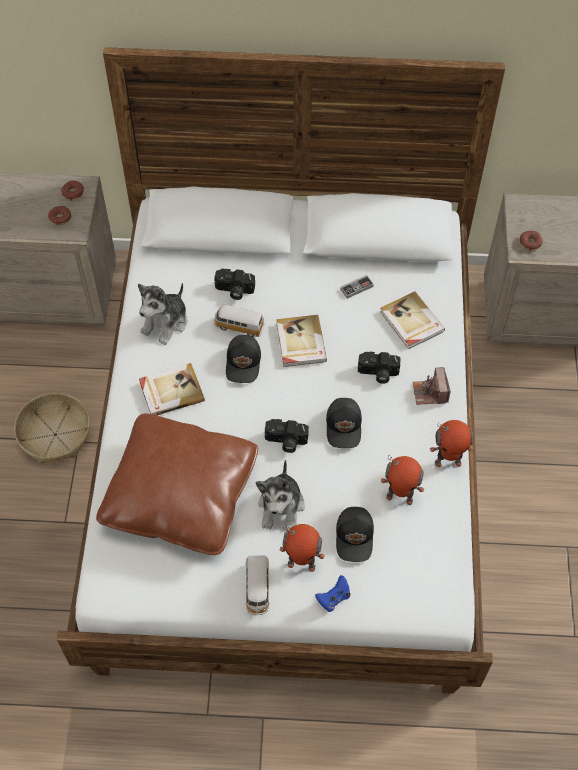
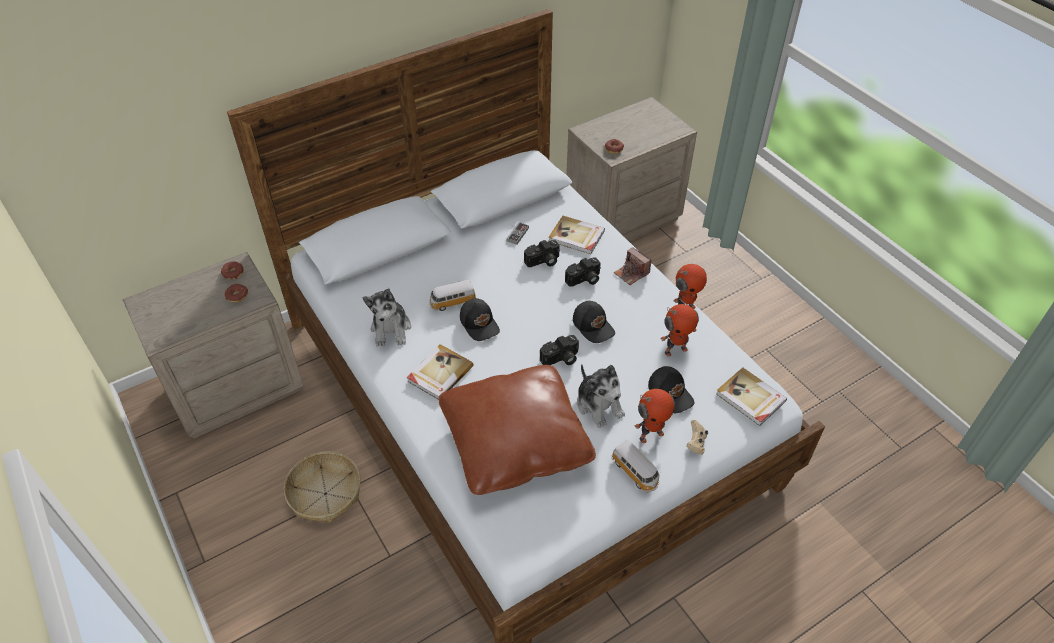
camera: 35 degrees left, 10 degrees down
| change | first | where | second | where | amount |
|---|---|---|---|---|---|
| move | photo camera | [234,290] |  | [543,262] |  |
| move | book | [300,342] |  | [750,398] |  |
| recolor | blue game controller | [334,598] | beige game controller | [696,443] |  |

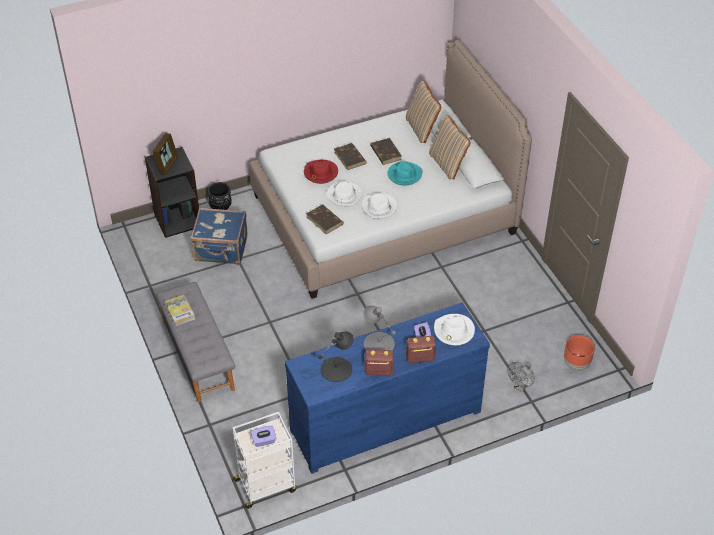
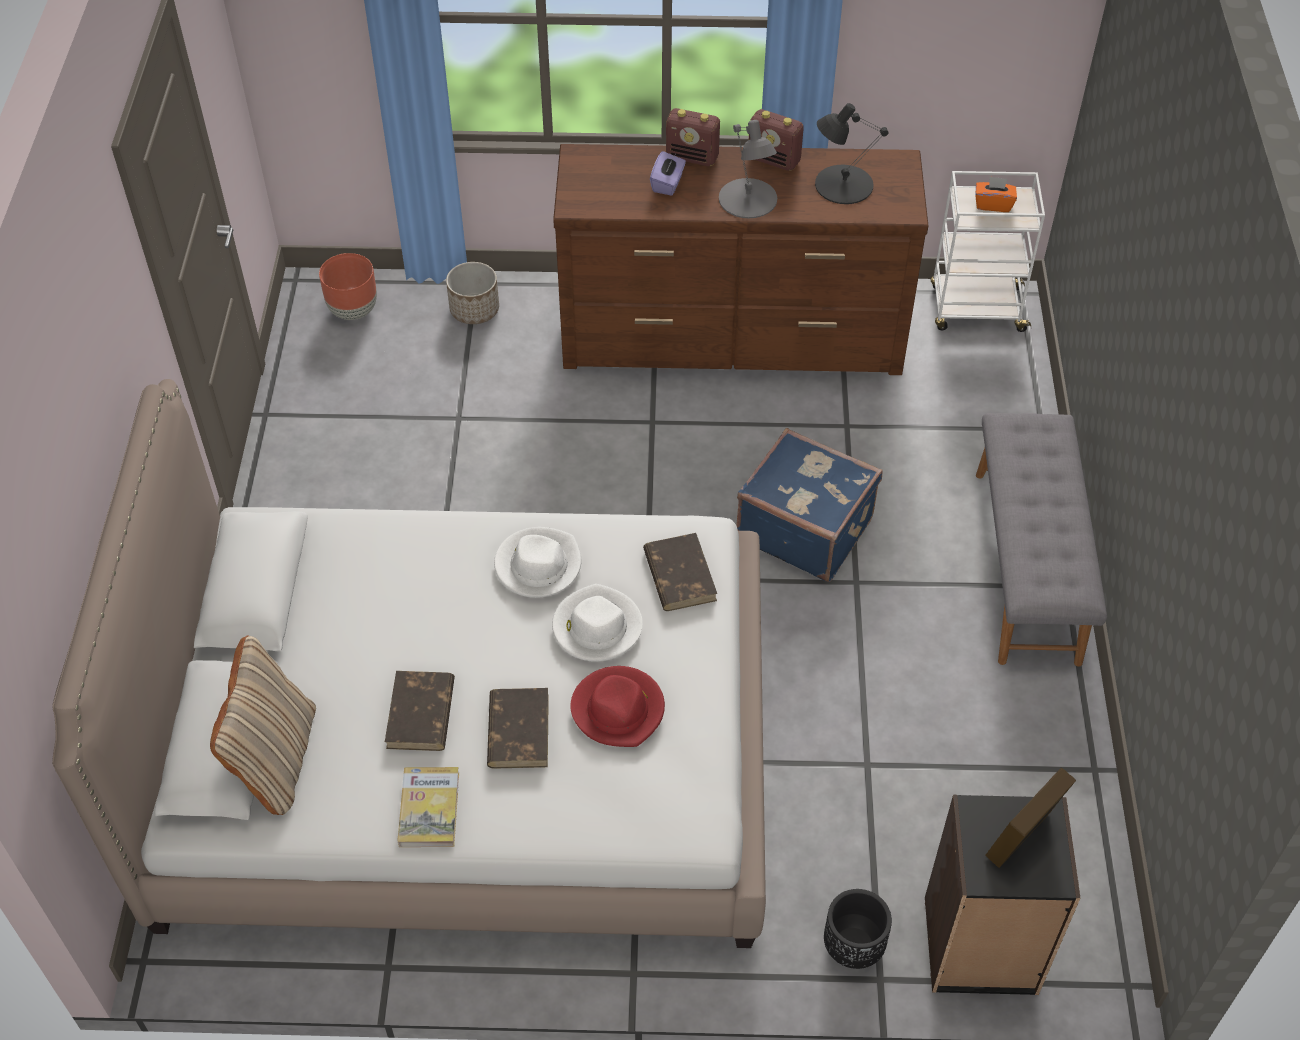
camera: 155 degrees left, 5 degrees up
| change | first | where | second | where | amount |
|---|---|---|---|---|---|
| delete | turquoise hat | [404,175] |  |  |  |
| delete | beige pillow | [448,164] |  |  |  |
| delete | white hat | [454,331] |  |  |  |
| move | book | [180,311] |  | [429,809] |  |
| move | blue suitcase | [221,249] |  | [805,528] |  |
| replace | grey fan | [520,386] | planter | [474,309] |  |
| recolor | purple tissue box | [264,441] | orange tissue box | [993,204] |  |
| recolor | blue dresser | [384,420] | brown dresser | [733,336] |  |

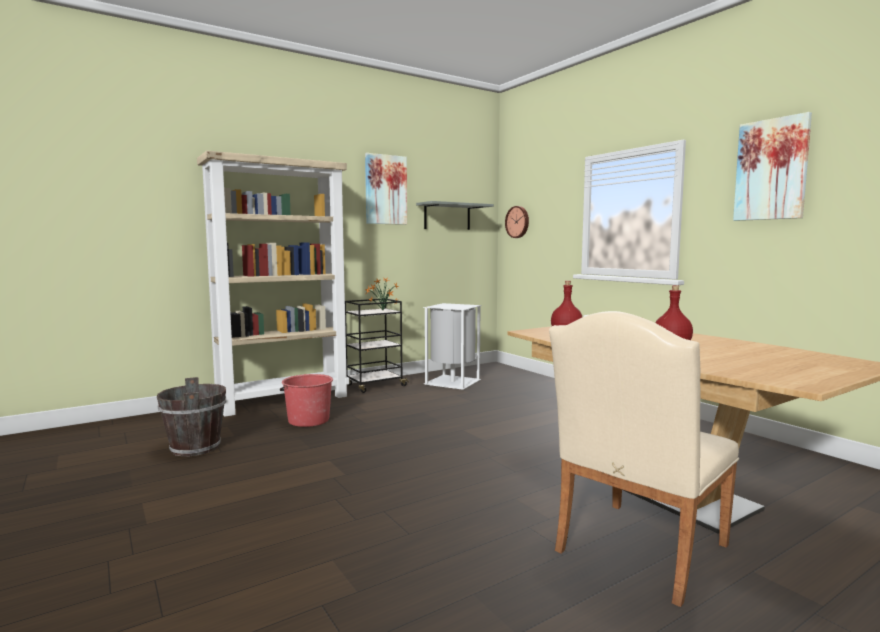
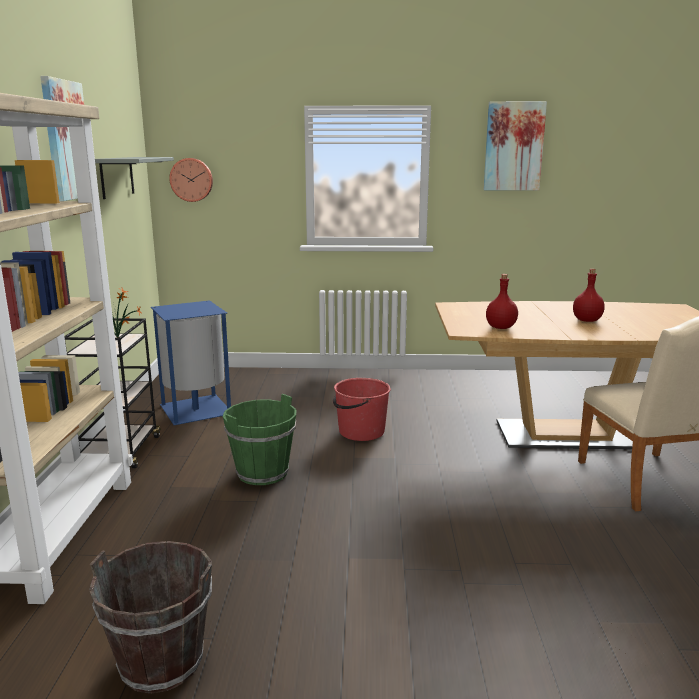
camera: 55 degrees left, 10 degrees up
| change | first | where | second | where | amount |
|---|---|---|---|---|---|
| insert |  |  | green bucket | [262,473] |  |
| move | red bucket | [308,420] |  | [360,432] |  |
| recolor | white trash can | [454,382] | blue trash can | [196,409] |  |

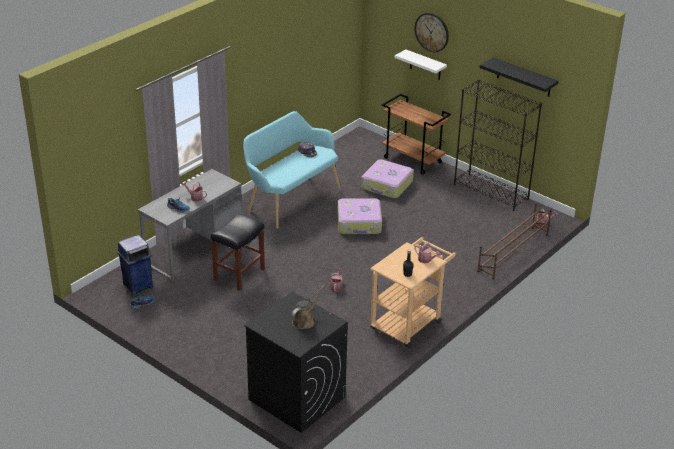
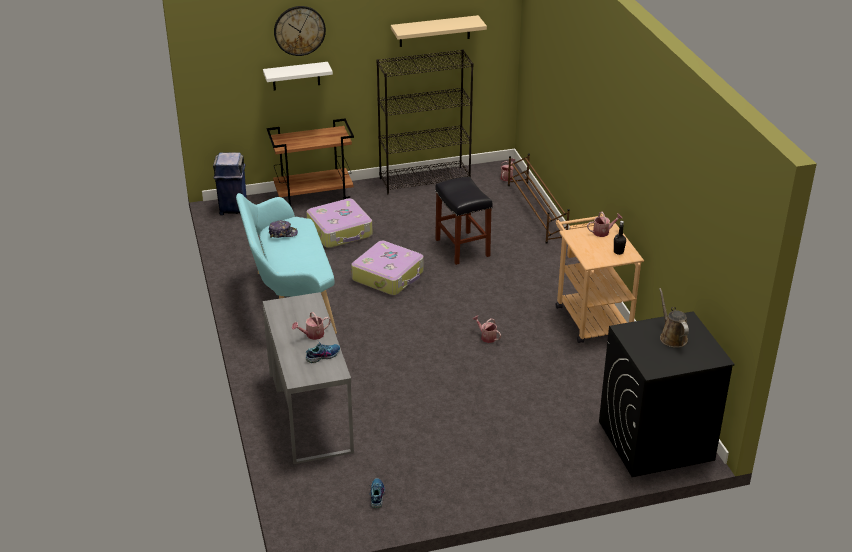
camera: 55 degrees left, 0 degrees up
| change | first | where | second | where | amount |
|---|---|---|---|---|---|
| move | blue trash can | [137,286] |  | [233,209] |  |
| move | black stool | [239,275] |  | [463,248] |  |
| recolor | black shelf | [524,77] | beige shelf | [434,31] |  |

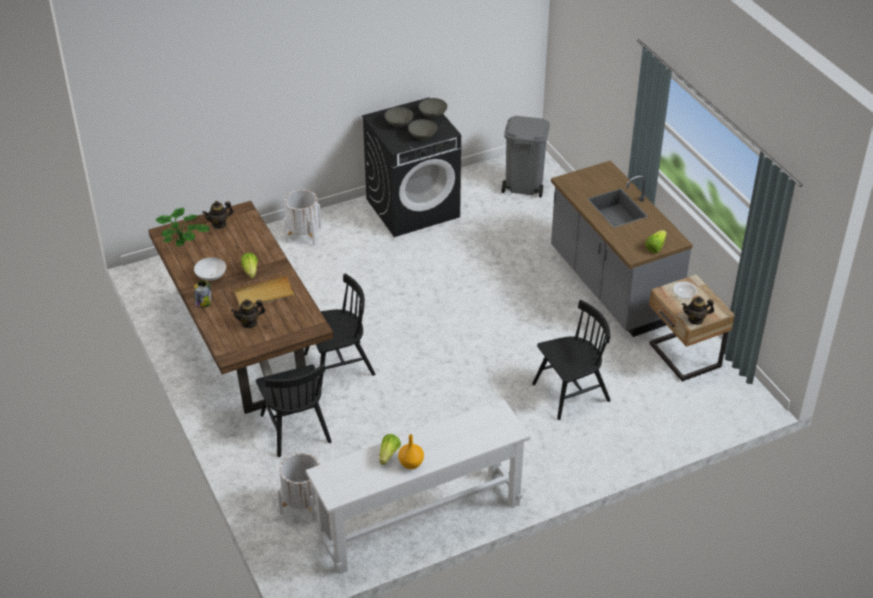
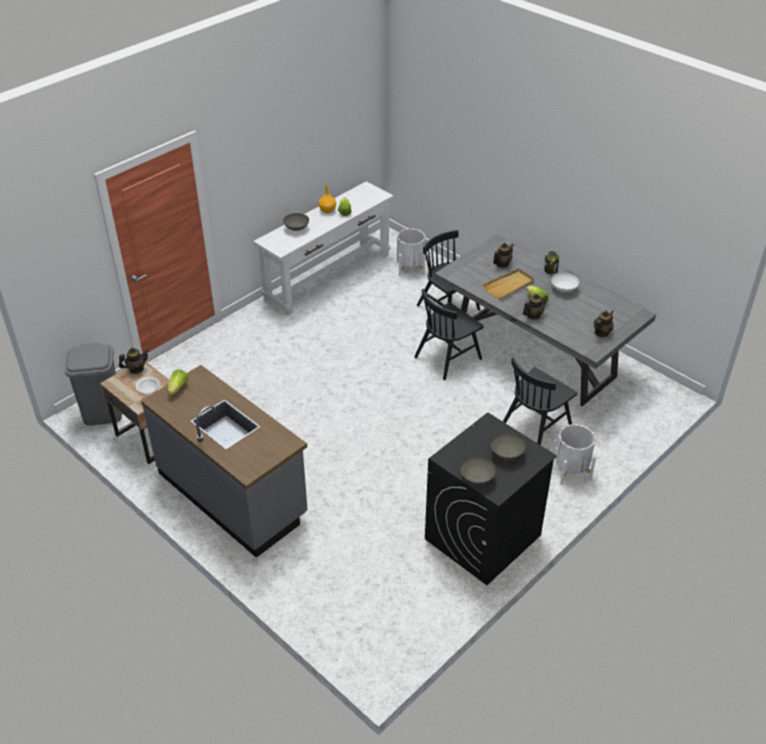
camera: 160 degrees right, 0 degrees up
| change | first | where | second | where | amount |
|---|---|---|---|---|---|
| delete | potted plant | [183,242] |  |  |  |
| insert |  |  | teapot | [533,315] |  |
| move | grey bowl | [422,136] |  | [297,228] |  |
| move | grey trash can | [523,185] |  | [104,413] |  |
| move | black chair | [570,393] |  | [535,426] |  |
| recolor | brown dining table | [245,345] | grey dining table | [533,354] |  |

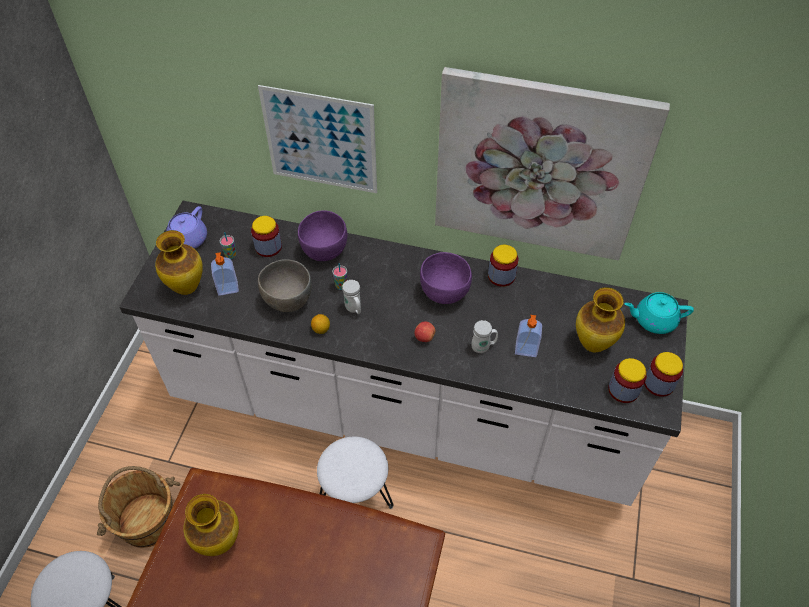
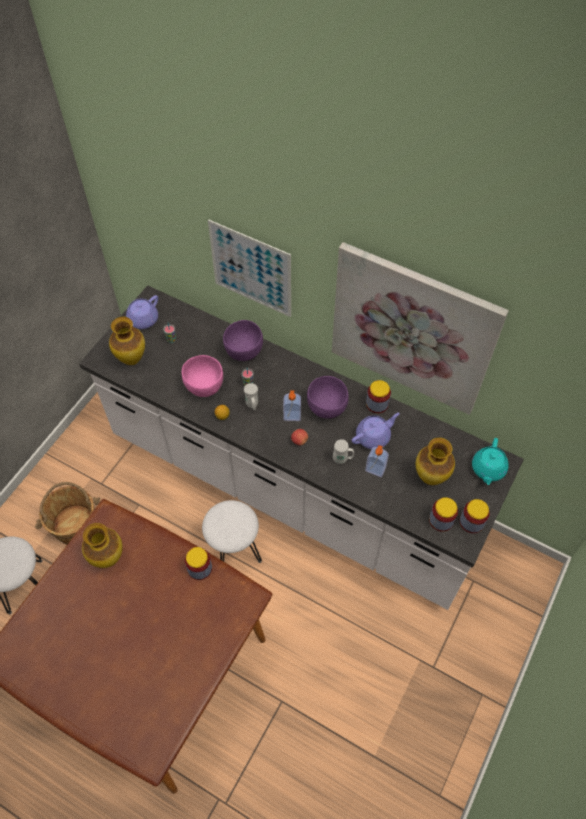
camera: 15 degrees right, 5 degrees up
| change | first | where | second | where | amount |
|---|---|---|---|---|---|
| insert |  |  | purple teapot | [373,436] |  |
| move | soap dispenser | [228,289] |  | [292,416] |  |
| move | jar | [268,247] |  | [199,568] |  |
| recolor | grey bowl | [288,300] | pink bowl | [204,386] |  |
| rotate | turquoise teapot | [653,320] |  | [488,469] | 90 degrees counterclockwise |

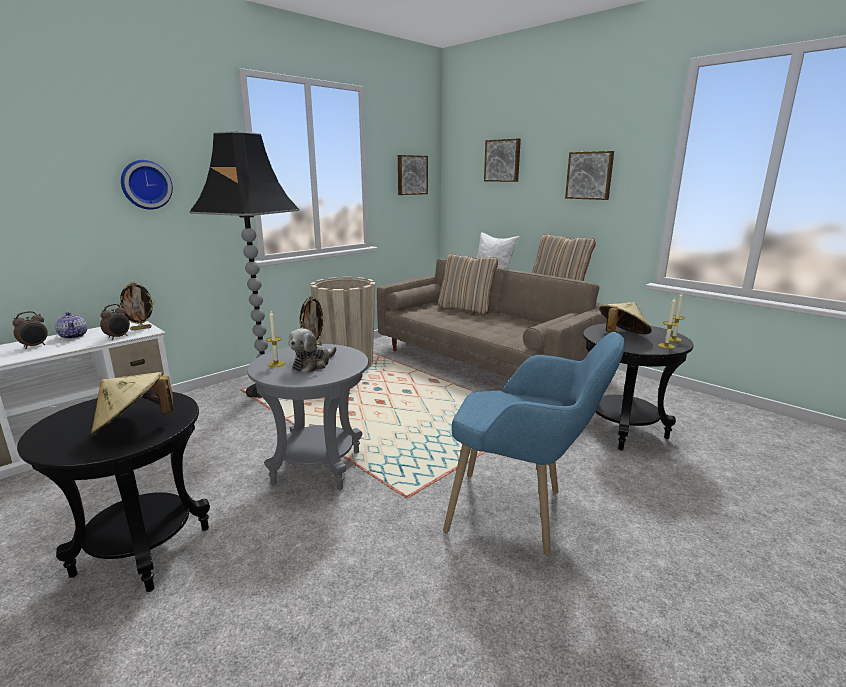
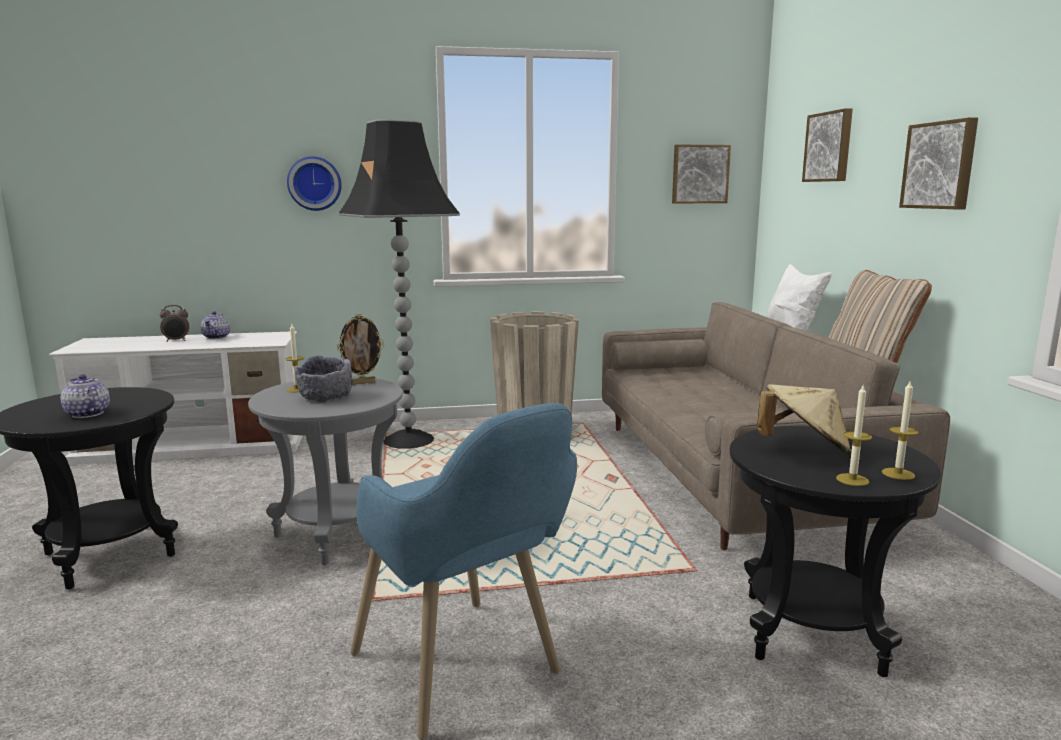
camera: 35 degrees right, 5 degrees down
| change | first | where | second | where | amount |
|---|---|---|---|---|---|
| delete | alarm clock | [118,337] |  |  |  |
| delete | picture frame | [141,328] |  |  |  |
| delete | beige pillow | [466,309] |  |  |  |
| replace | beige hat | [133,426] | teapot | [87,414] |  |
| replace | plush toy | [313,364] | grey bowl | [326,396] |  |

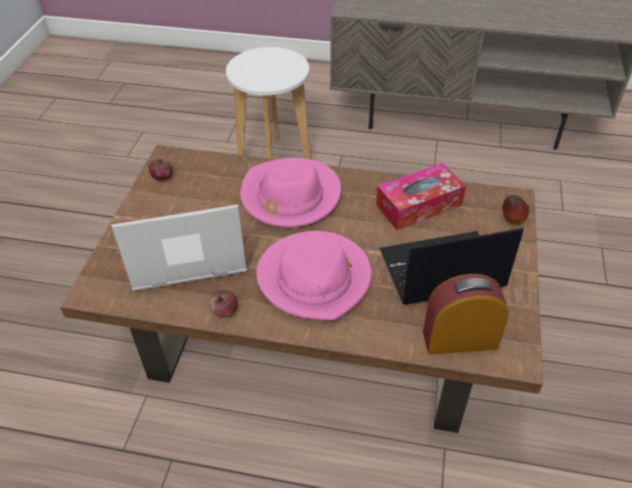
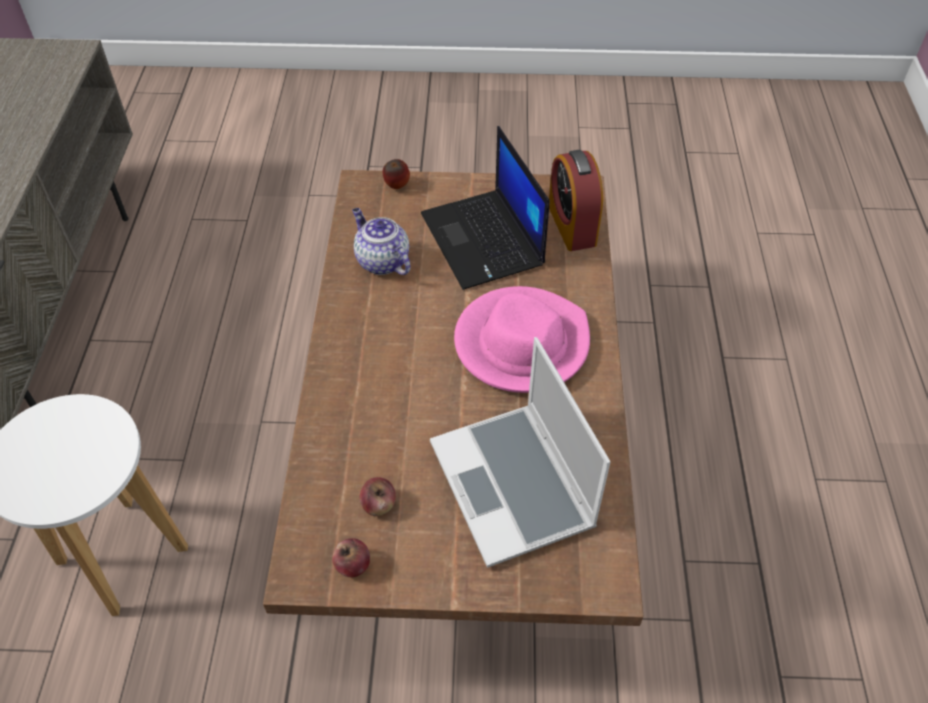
camera: 100 degrees left, 5 degrees up
| change | first | where | second | where | amount |
|---|---|---|---|---|---|
| delete | pink hat | [290,196] |  |  |  |
| move | apple | [224,311] |  | [379,505] |  |
| replace | tissue box | [418,205] | teapot | [381,261] |  |

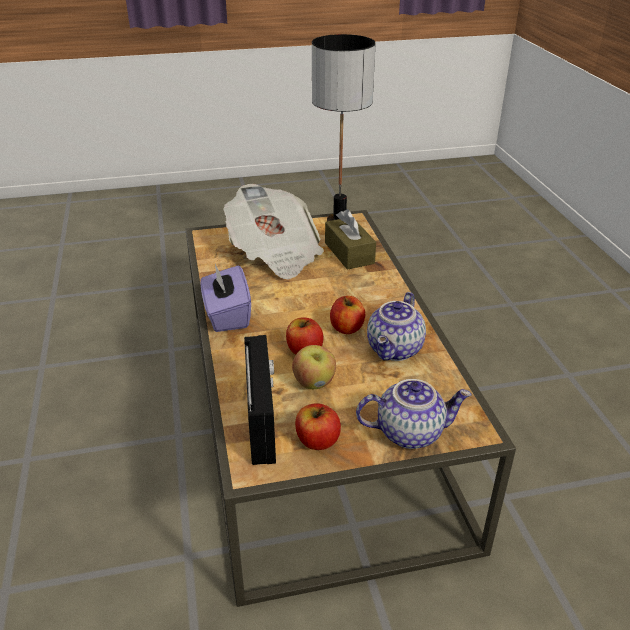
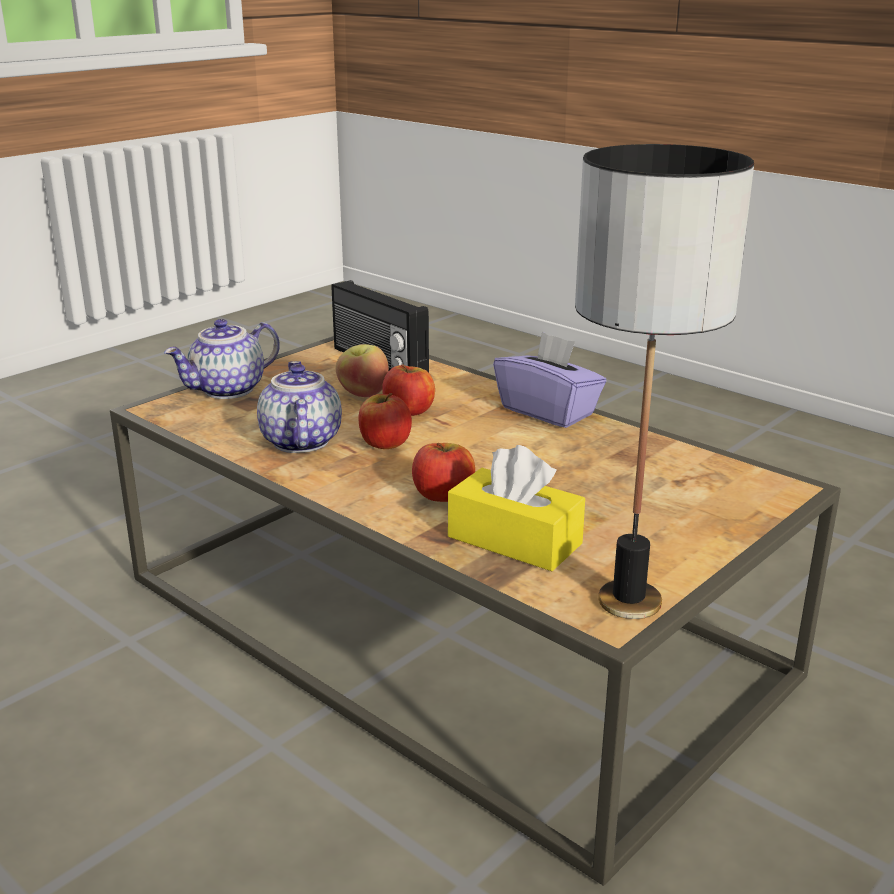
camera: 145 degrees right, 10 degrees down
| change | first | where | second | where | amount |
|---|---|---|---|---|---|
| delete | newspaper | [275,254] |  |  |  |
| move | apple | [317,441] |  | [443,495] |  |
| recolor | brown tissue box | [349,253] | yellow tissue box | [514,540] |  |

